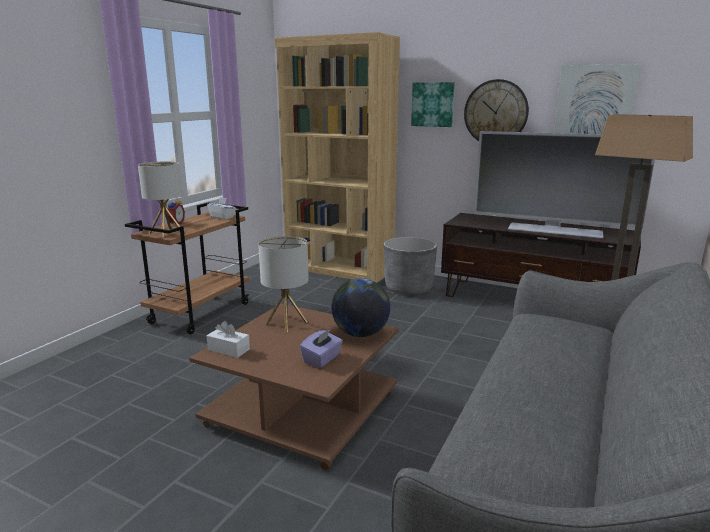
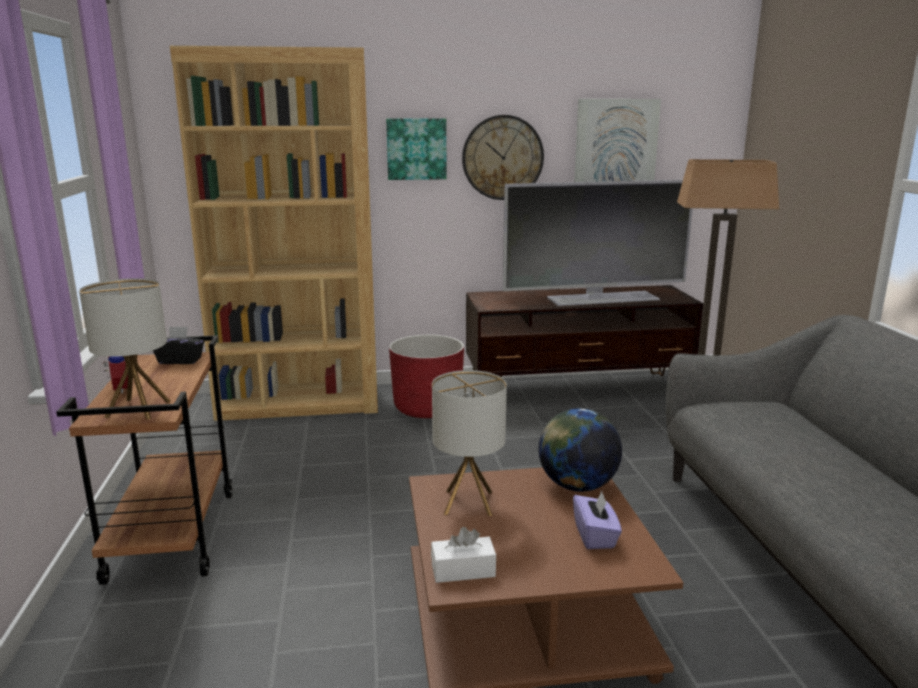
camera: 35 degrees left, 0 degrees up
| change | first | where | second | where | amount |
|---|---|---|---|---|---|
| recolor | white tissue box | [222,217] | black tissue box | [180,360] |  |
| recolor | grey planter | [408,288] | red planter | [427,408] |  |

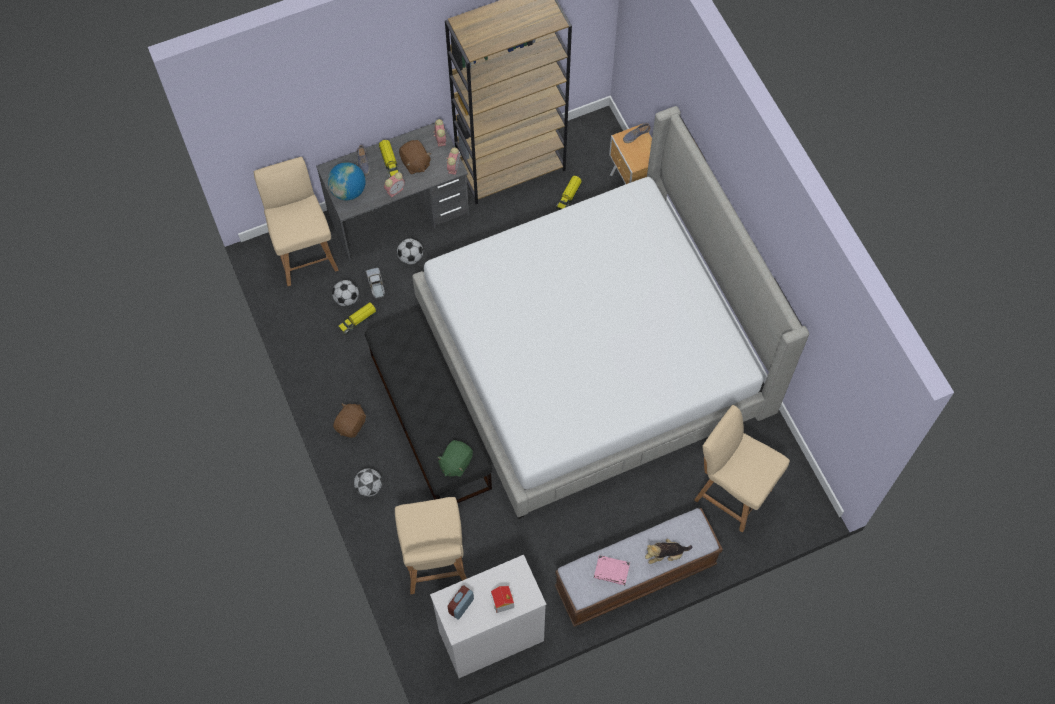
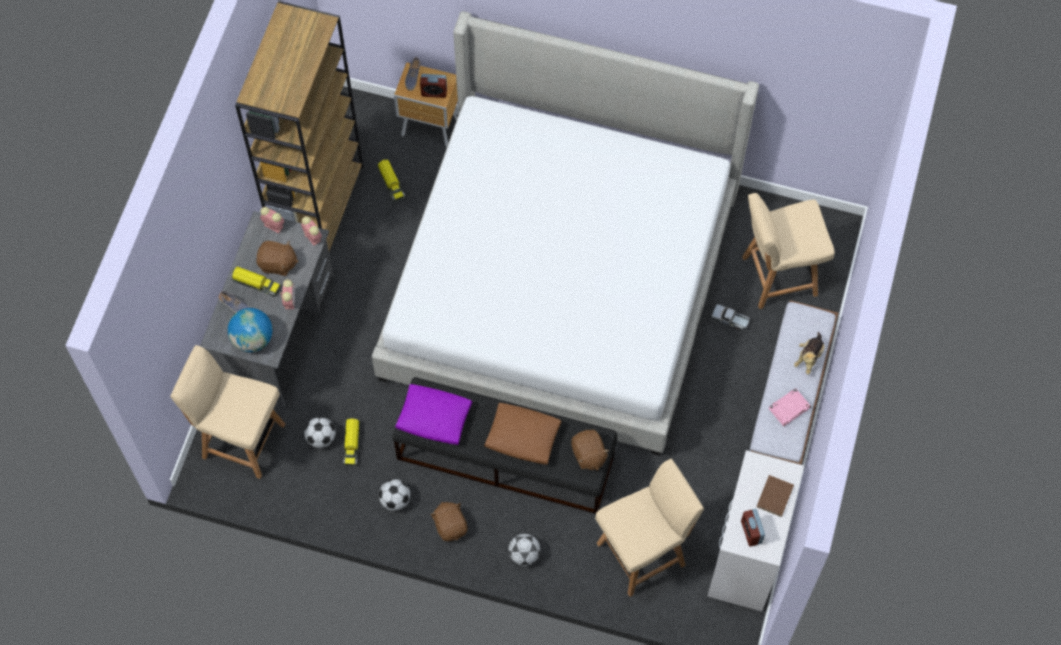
camera: 50 degrees left, 0 degrees up
| change | first | where | second | where | amount |
|---|---|---|---|---|---|
| insert |  |  | purple pillow | [435,418] |  |
| insert |  |  | alarm clock | [434,92] |  |
| insert |  |  | brown pillow | [523,437] |  |
| move | toy truck | [376,285] |  | [730,319] |  |
| move | football | [411,257] |  | [395,500] |  |
| replace | toy house | [502,601] | brown book | [774,497] |  |
| recolor | green plush toy | [455,463] | brown plush toy | [588,455] |  |
| rotate | beige chair | [435,563] |  | [643,553] | 60 degrees counterclockwise |

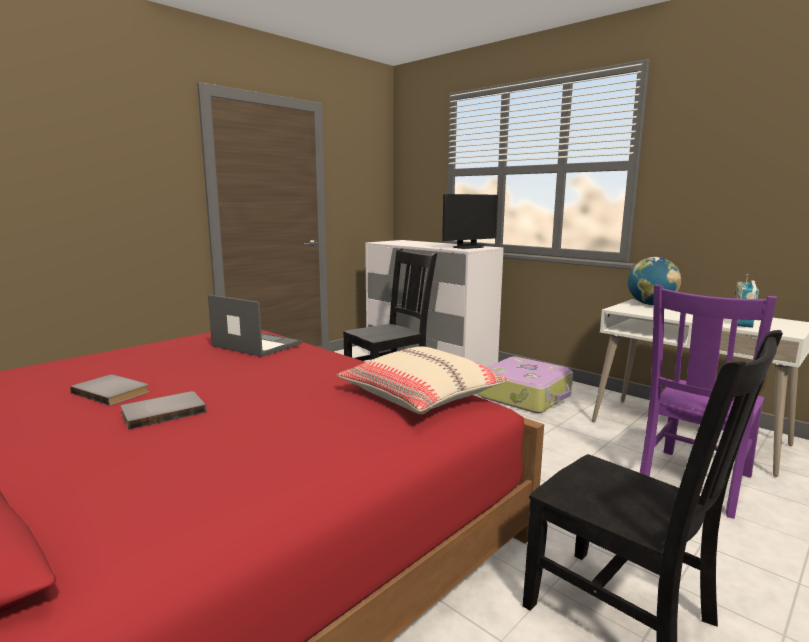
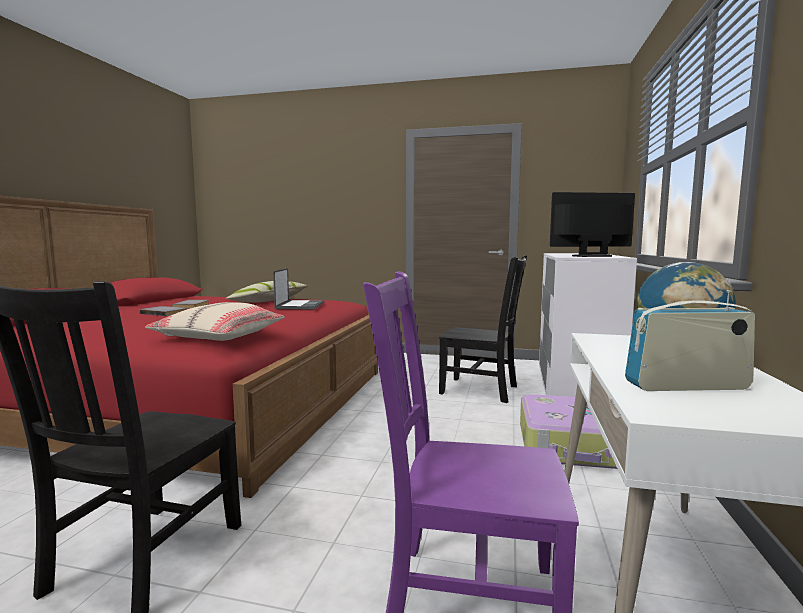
camera: 60 degrees right, 5 degrees down
| change | first | where | second | where | amount |
|---|---|---|---|---|---|
| insert |  |  | pillow | [269,301] |  |
| rotate | monitor | [468,247] |  | [591,256] | 150 degrees clockwise |

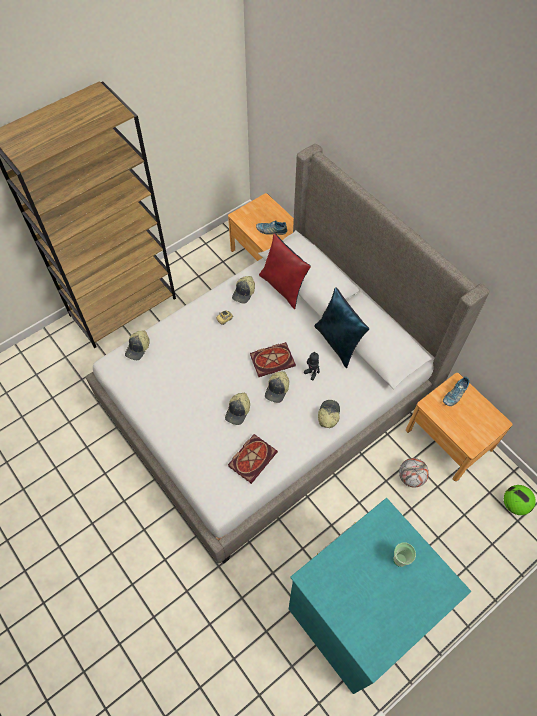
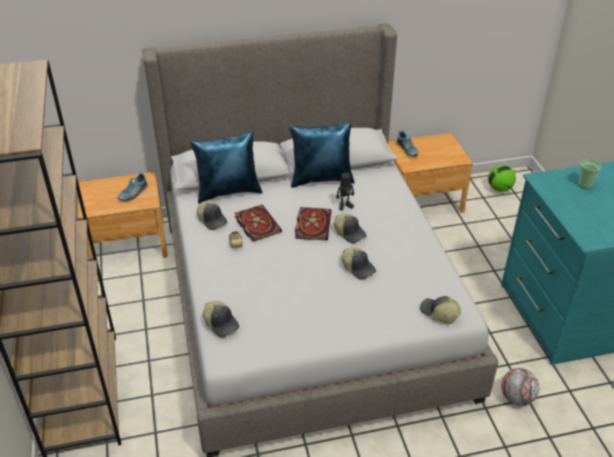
camera: 65 degrees left, 20 degrees down
| change | first | where | second | where | amount |
|---|---|---|---|---|---|
| move | book | [252,457] |  | [256,224] |  |
| move | cap | [328,415] |  | [439,313] |  |
| move | football | [411,477] |  | [516,398] |  |
| recolor | red pillow | [284,287] | blue pillow | [228,192] |  |

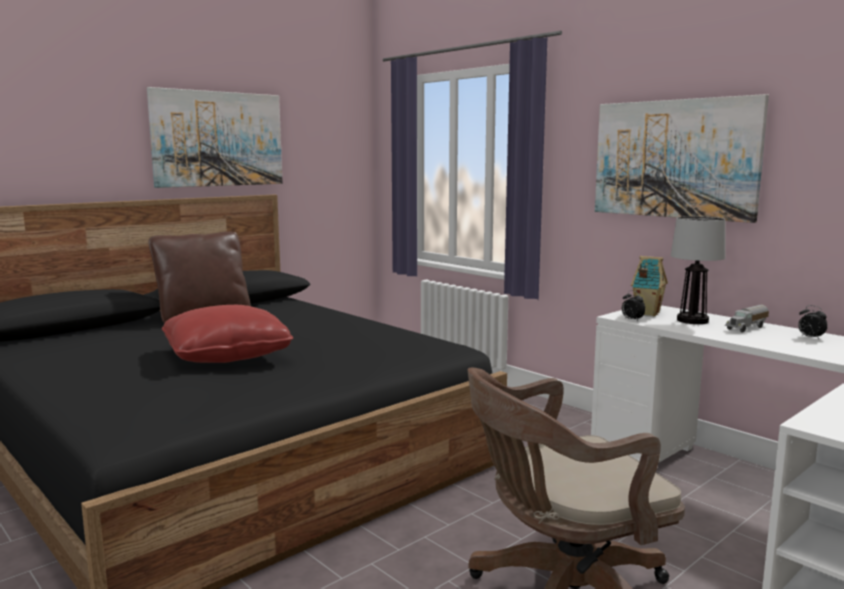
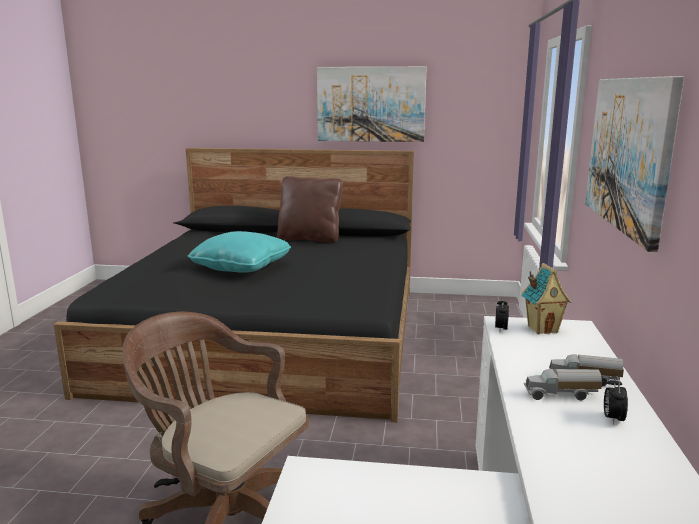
camera: 50 degrees right, 5 degrees up
| change | first | where | second | where | amount |
|---|---|---|---|---|---|
| delete | table lamp | [692,320] |  |  |  |
| insert |  |  | toy truck | [561,395] |  |
| recolor | red pillow | [227,356] | turquoise pillow | [241,267] |  |

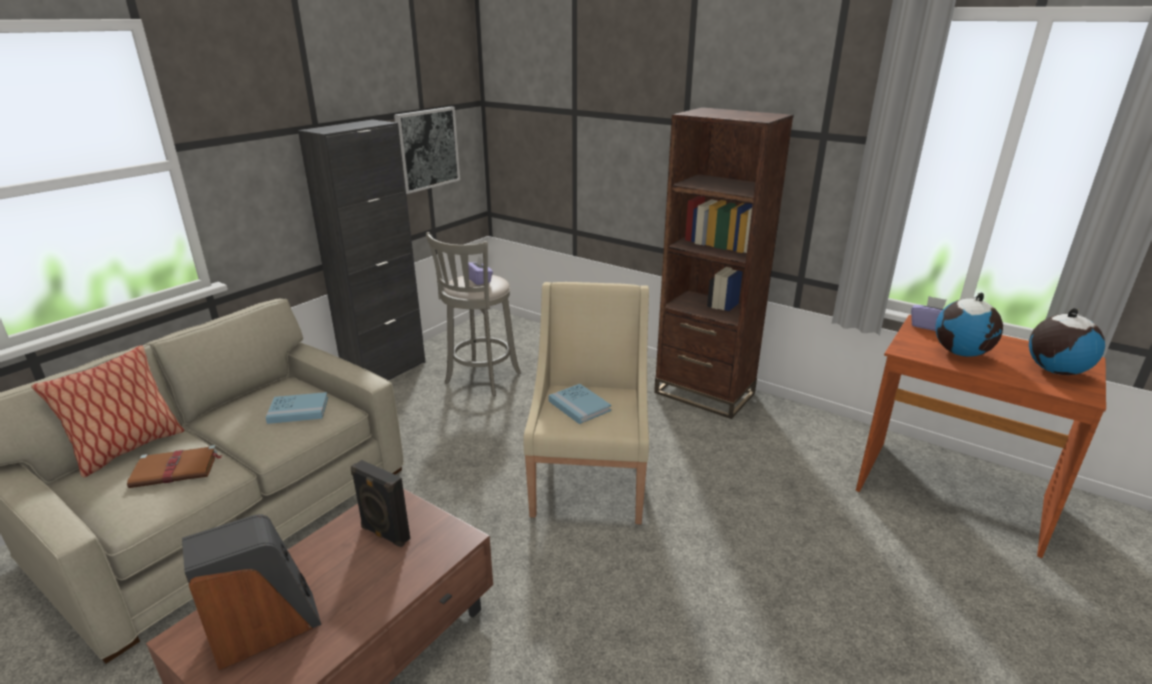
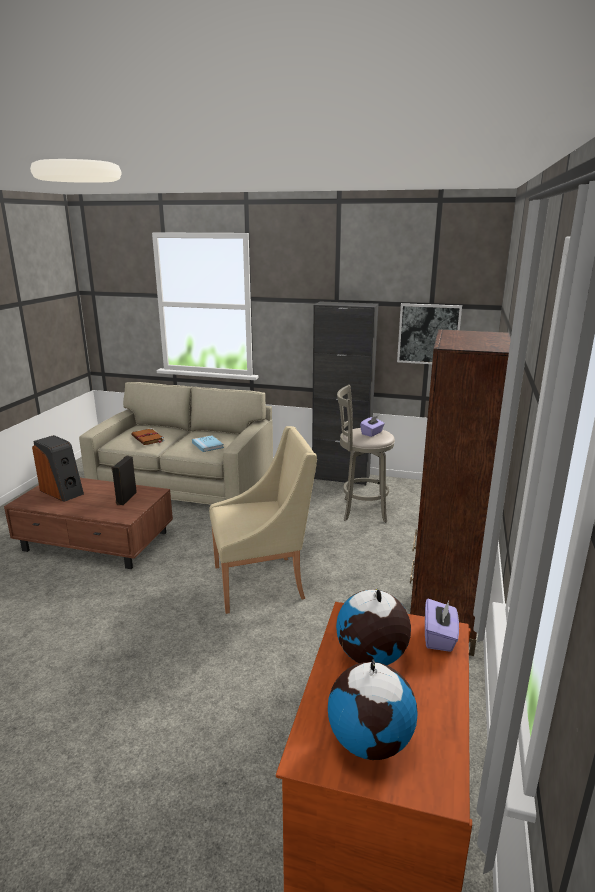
camera: 70 degrees right, 5 degrees down
| change | first | where | second | where | amount |
|---|---|---|---|---|---|
| delete | pillow | [128,449] |  |  |  |
| delete | blue book | [579,406] |  |  |  |

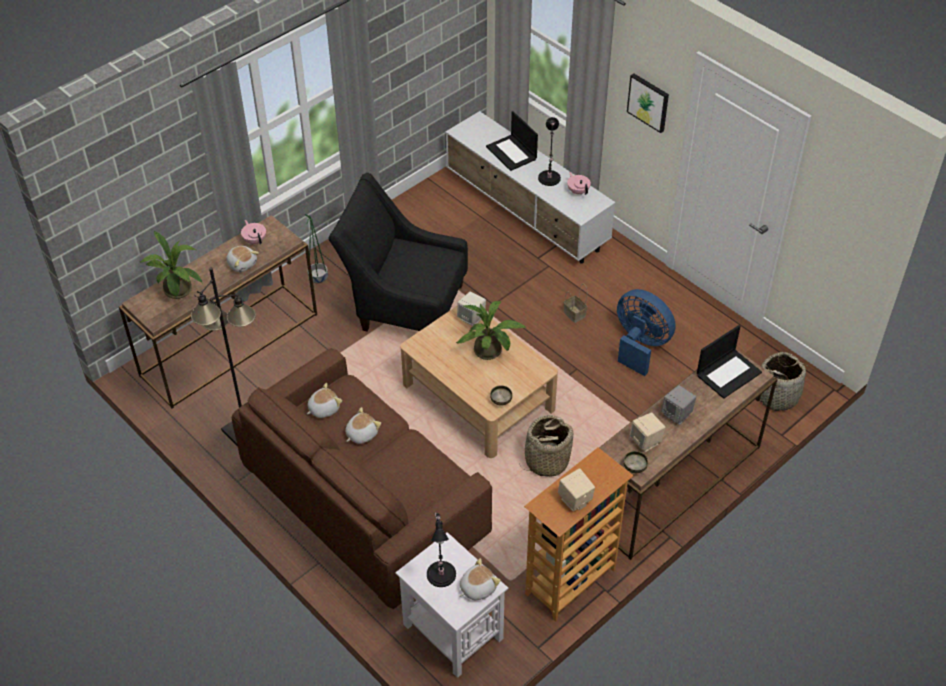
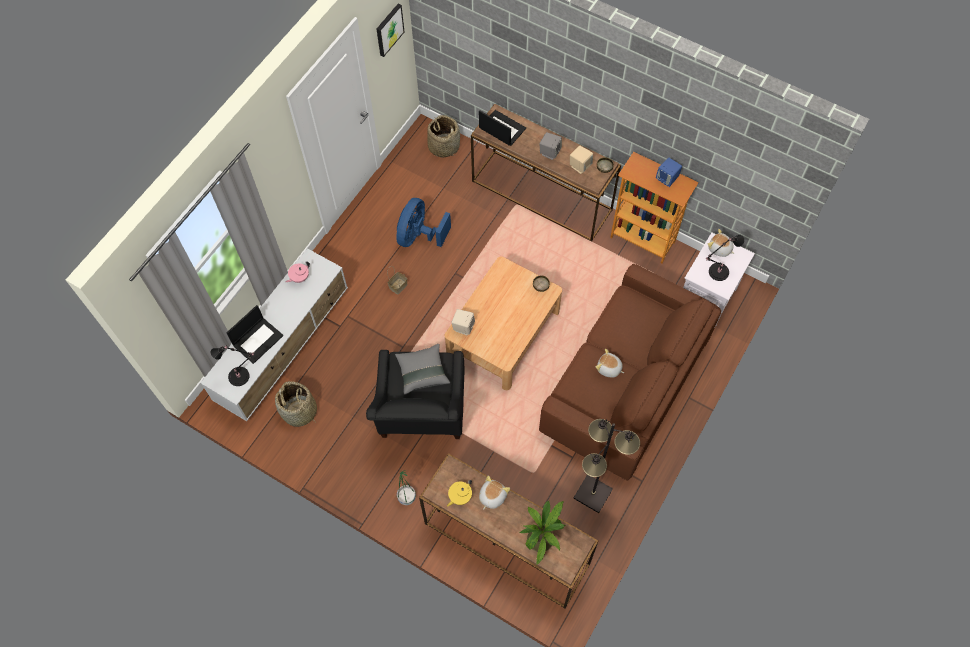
camera: 105 degrees left, 15 degrees up
| change | first | where | second | where | amount |
|---|---|---|---|---|---|
| delete | plush toy | [323,408] |  |  |  |
| delete | potted plant | [491,352] |  |  |  |
| insert |  |  | grey pillow | [422,372] |  |
| move | basket | [546,461] |  | [299,411] |  |
| move | black table lamp | [549,179] |  | [241,376] |  |
| move | picture | [648,102] |  | [389,29] |  |
| recolor | pink teapot | [255,240] | yellow teapot | [459,496] |  |
| recolor | beige speaker | [575,500] | blue speaker | [667,179] |  |

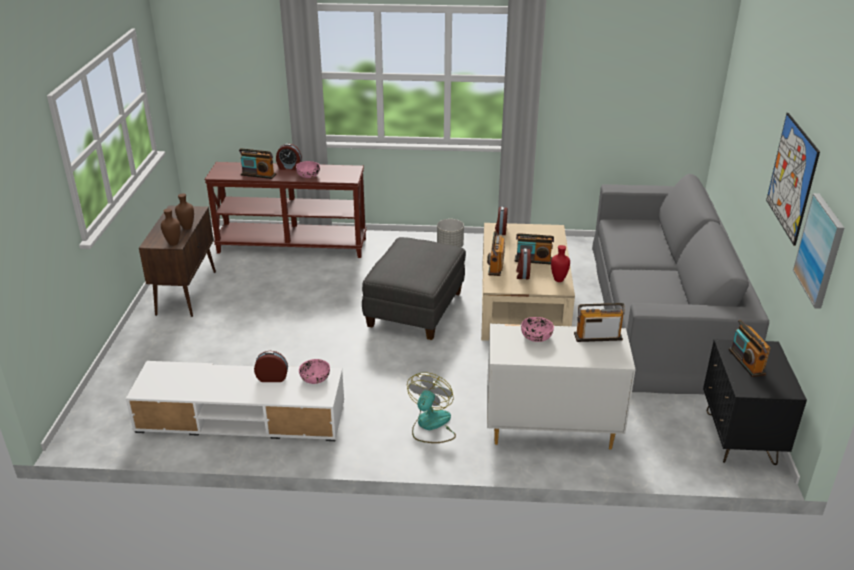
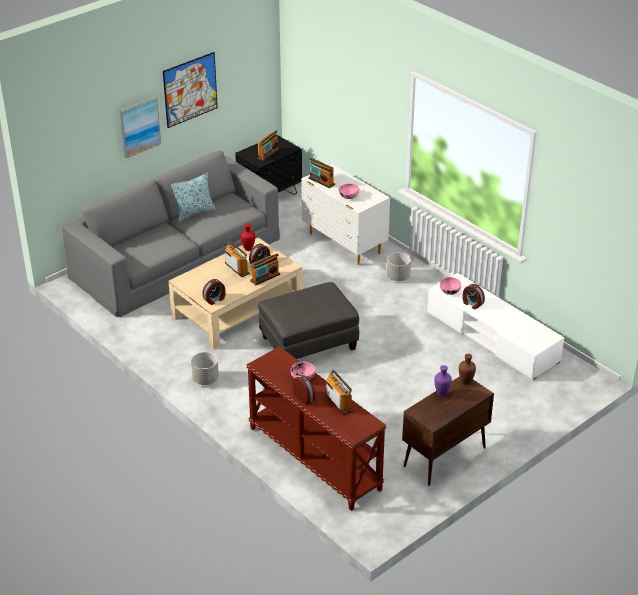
camera: 135 degrees left, 5 degrees up
| change | first | where | second | where | amount |
|---|---|---|---|---|---|
| insert |  |  | pillow | [194,213] |  |
| move | picture | [820,250] |  | [139,126] |  |
| replace | fan | [431,425] | grey planter | [398,277] |  |
| recolor | brown vase | [188,228] | purple vase | [441,393] |  |

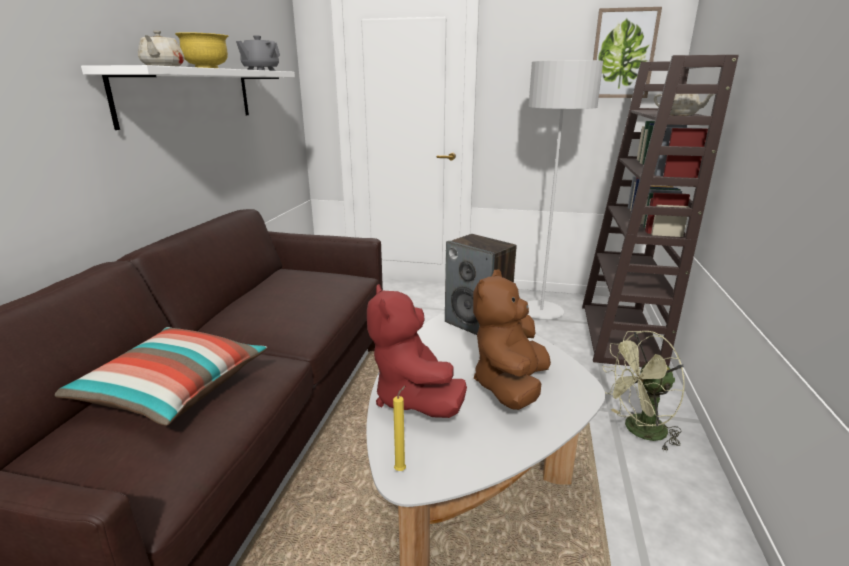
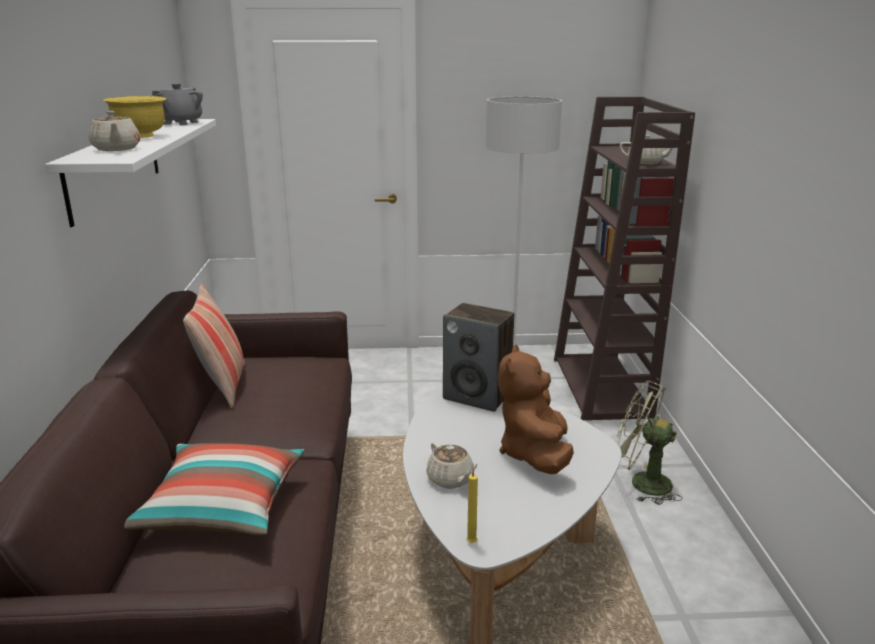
camera: 15 degrees left, 0 degrees up
| change | first | where | second | where | amount |
|---|---|---|---|---|---|
| delete | picture | [623,54] |  |  |  |
| insert |  |  | pillow | [223,385] |  |
| replace | red plush toy | [413,398] | beige teapot | [450,479] |  |
| rotate | green fan | [638,431] |  | [641,482] | 60 degrees clockwise |

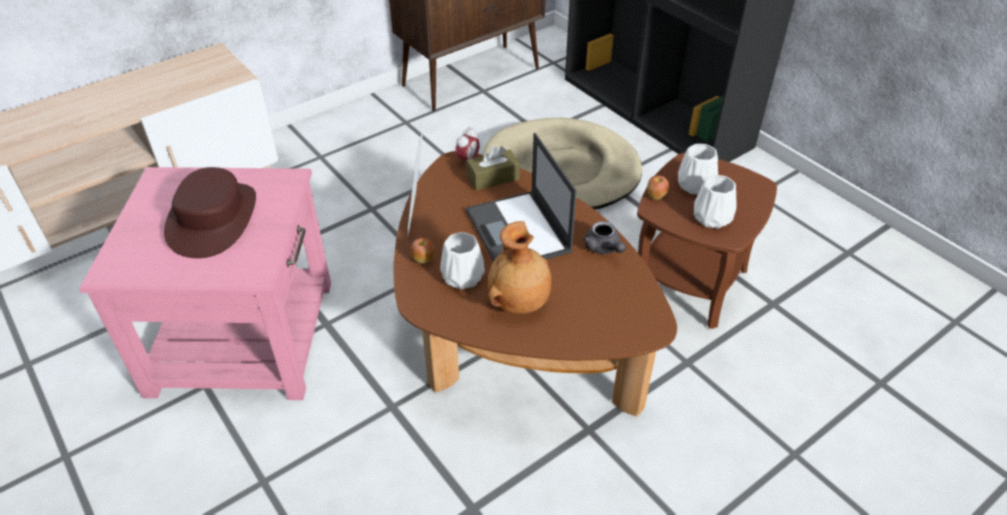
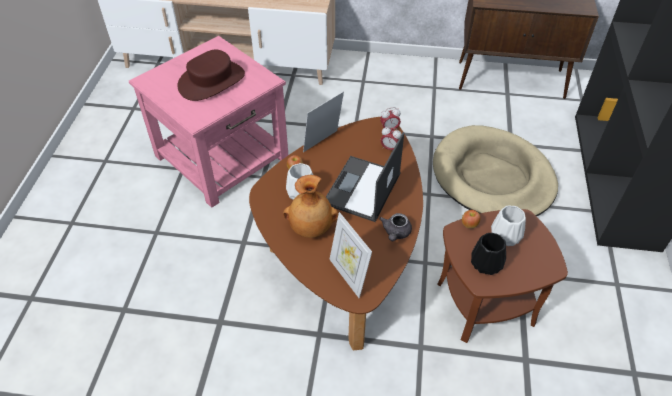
camera: 45 degrees right, 5 degrees up
| change | first | where | second | where | amount |
|---|---|---|---|---|---|
| insert |  |  | picture frame | [348,275] |  |
| replace | brown tissue box | [493,178] | alarm clock | [390,148] |  |
| recolor | white vase | [713,218] | black vase | [487,264] |  |

